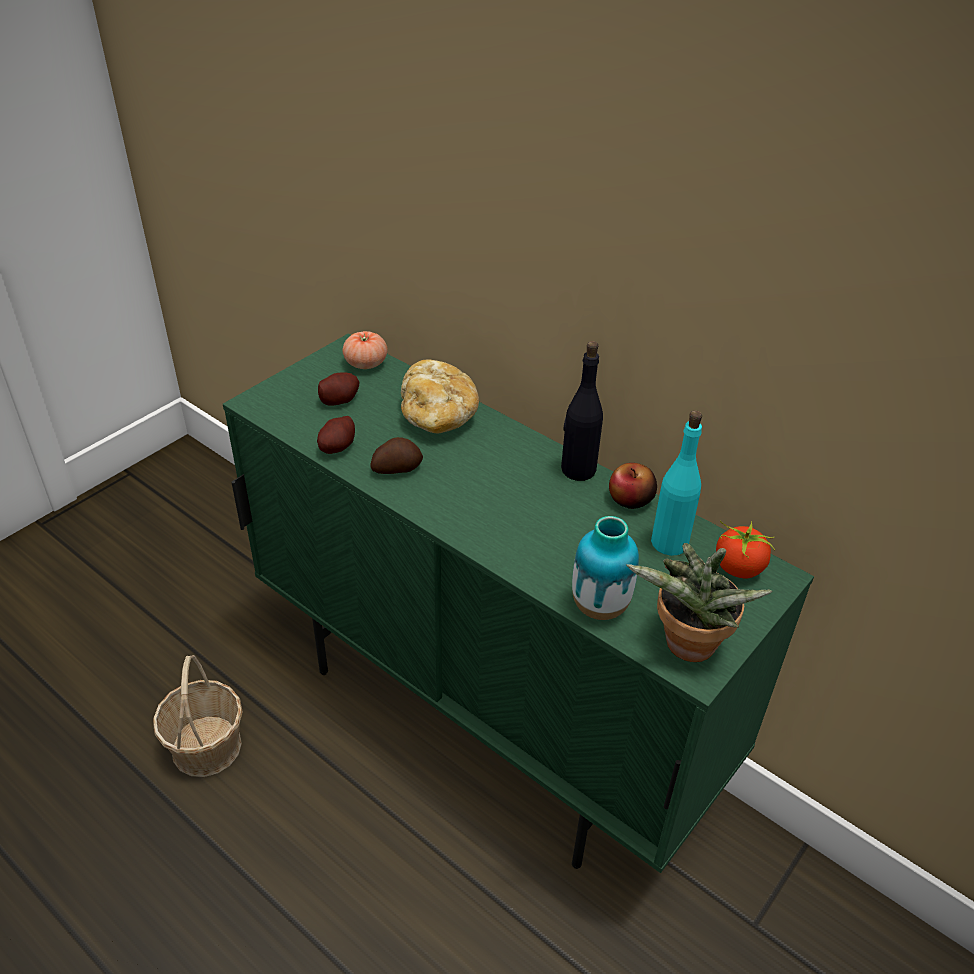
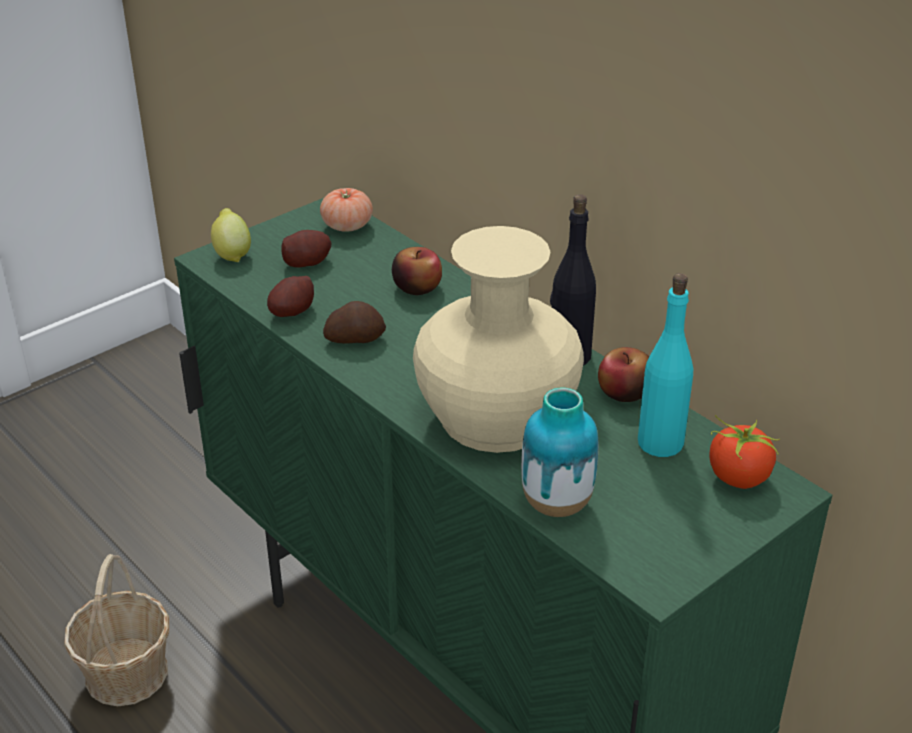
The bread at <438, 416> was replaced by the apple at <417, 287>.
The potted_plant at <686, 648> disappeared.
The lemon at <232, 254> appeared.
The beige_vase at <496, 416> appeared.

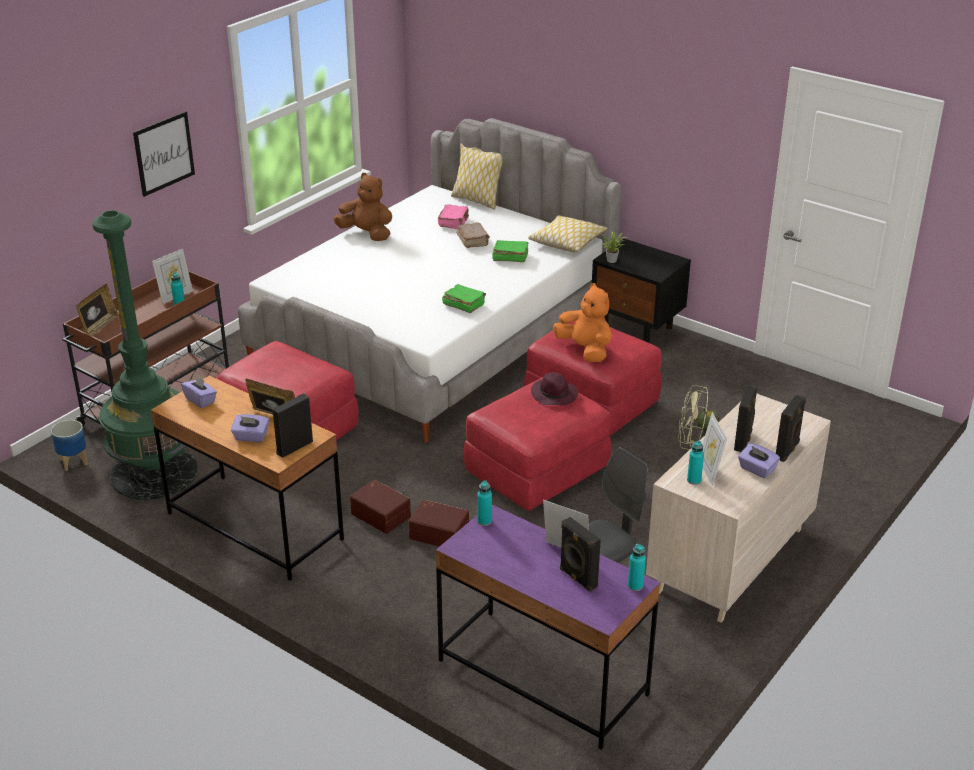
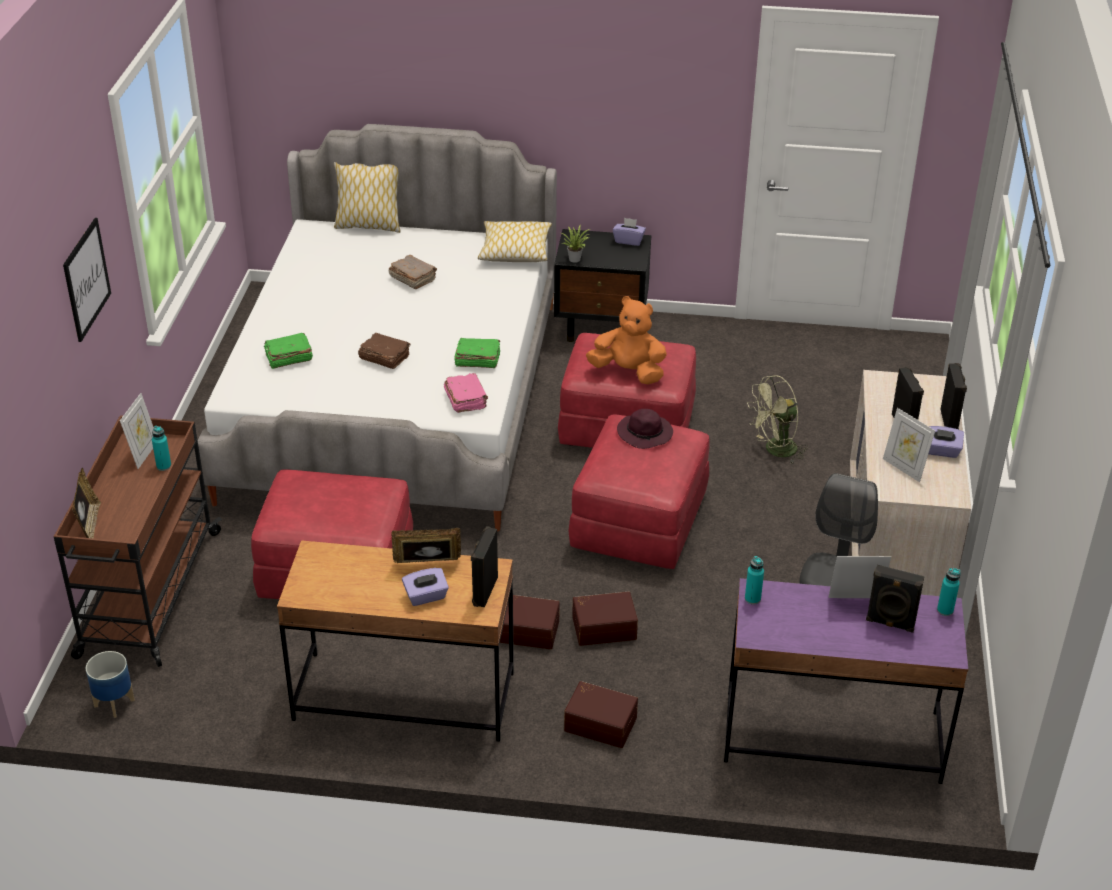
The green_floor_lamp at <154, 473> disappeared.
The purple_tissue_box moved from <200, 400> to <629, 240>.
The brown_plush_toy at <367, 234> disappeared.
The pink_book moved from <454, 222> to <466, 400>.
The green_book moved from <509, 257> to <288, 358>.
The turquoise_bottle at <694, 480> disappeared.
The brown_book at <384, 358> appeared.
The brown_storage_box at <601, 722> appeared.

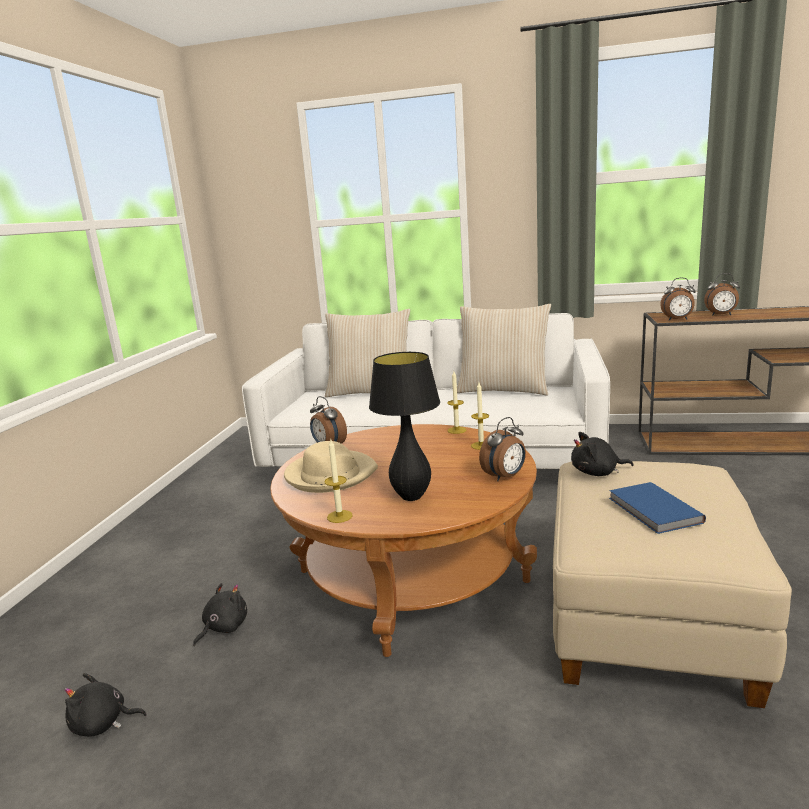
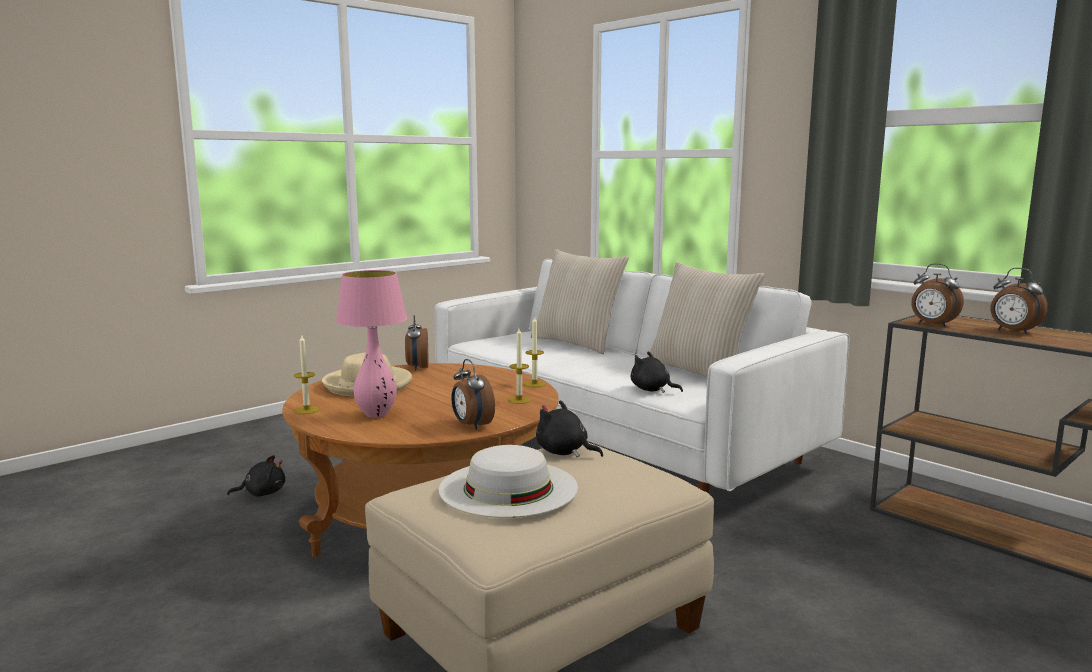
The black_plush_toy moved from <103, 724> to <652, 390>.
The black_table_lamp at <411, 496> became the pink_table_lamp at <376, 415>.
The alarm_clock at <505, 477> turned 60 degrees clockwise.
The blue_book at <653, 511> was replaced by the white_hat at <508, 487>.

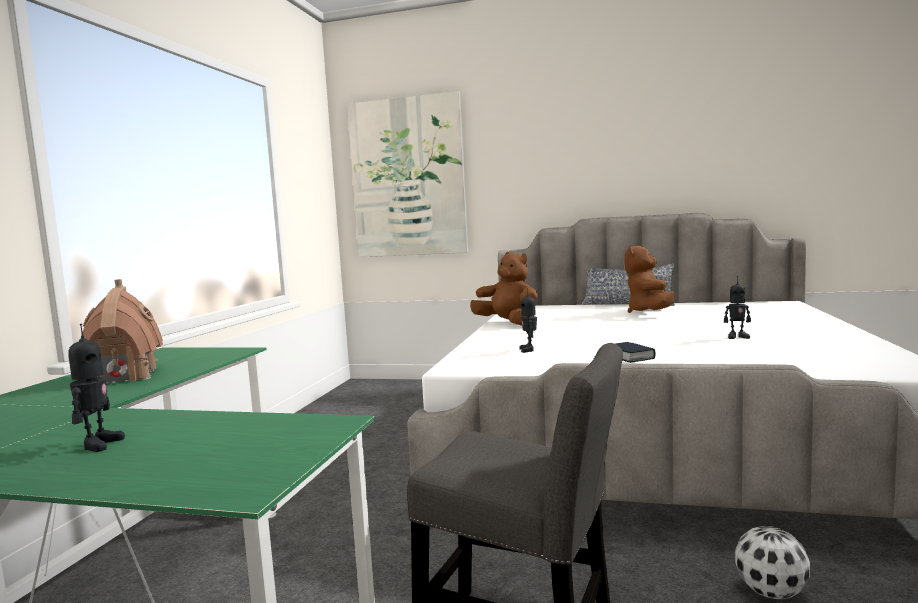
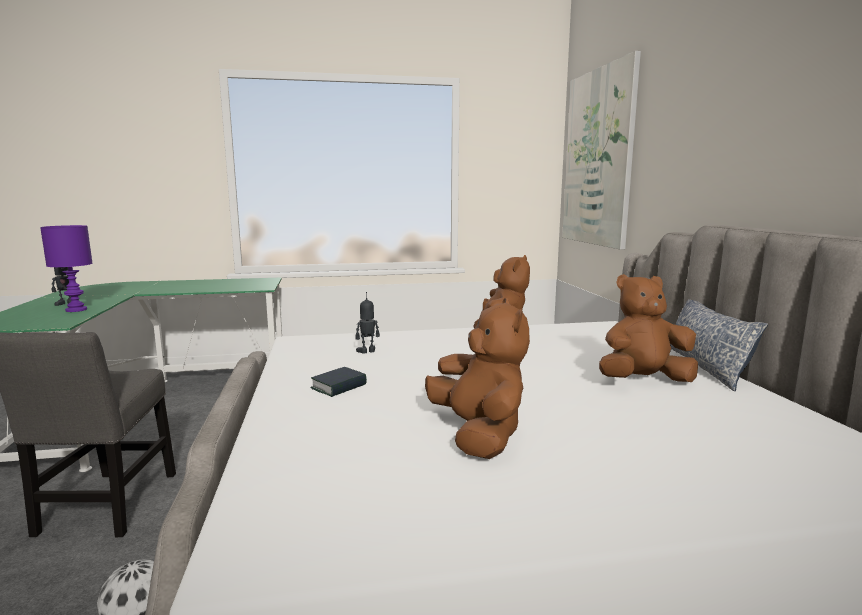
The toy_house at <123, 376> disappeared.
The toy_robot at <737, 337> was replaced by the brown_plush_toy at <478, 435>.
The purple_table_lamp at <77, 310> appeared.

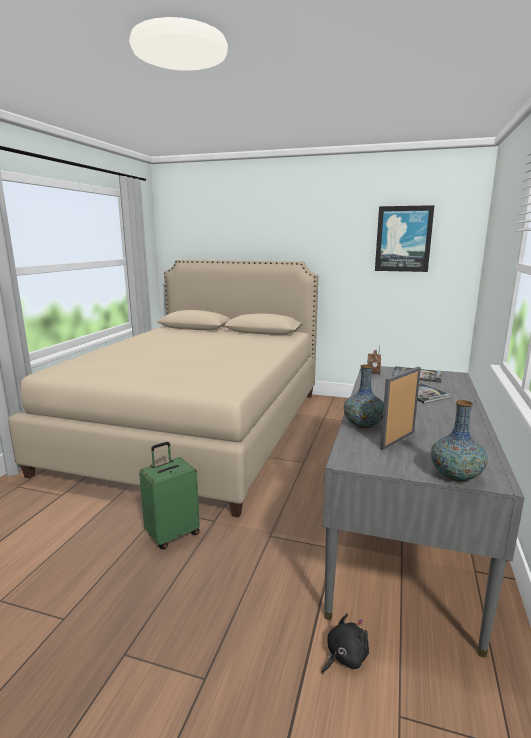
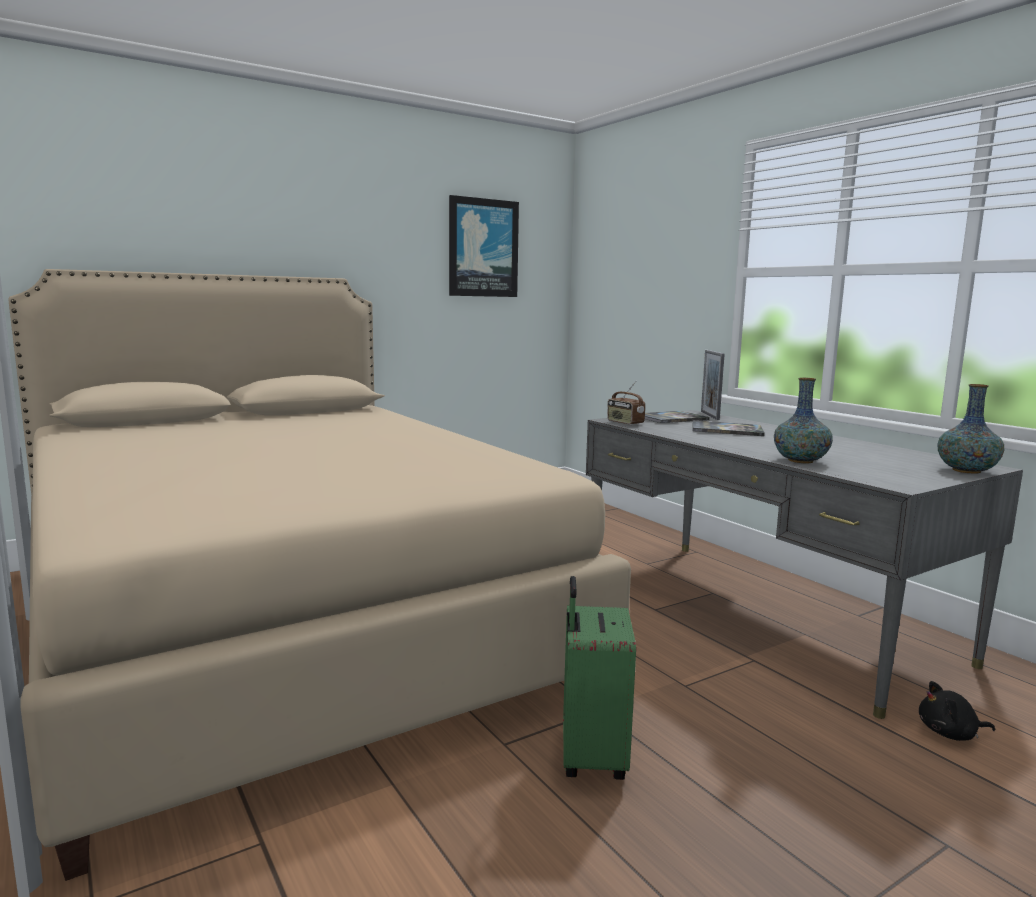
The black_plush_toy at <344, 656> turned 90 degrees counterclockwise.
The picture_frame moved from <397, 440> to <709, 415>.

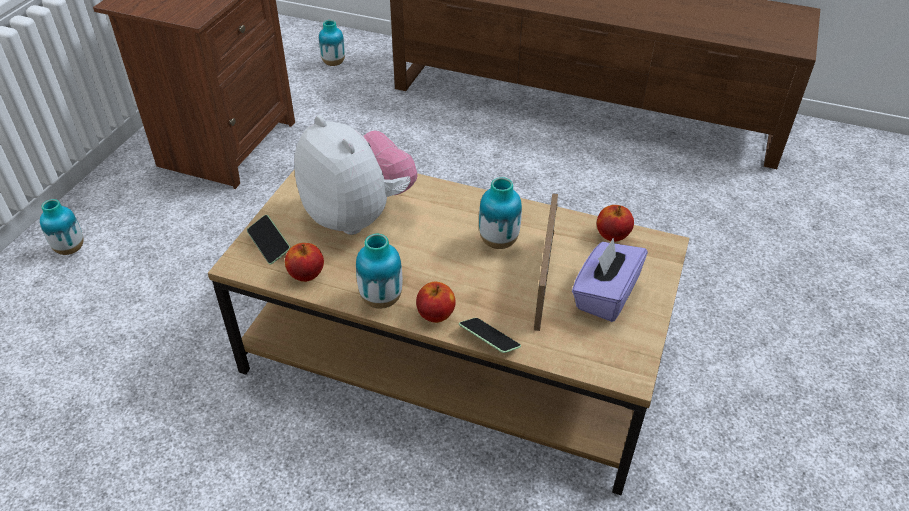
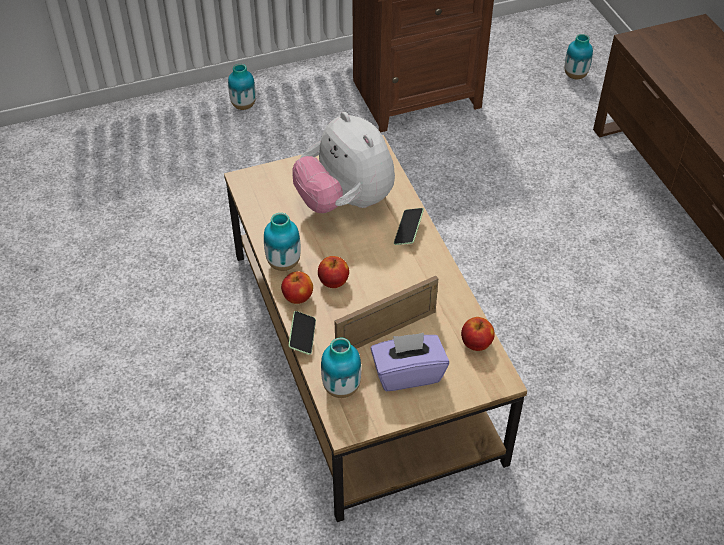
The phone moved from <269, 245> to <408, 231>.
The apple moved from <306, 275> to <333, 282>.
The plush_toy at <358, 215> turned 135 degrees clockwise.
The vase moved from <498, 241> to <341, 388>.

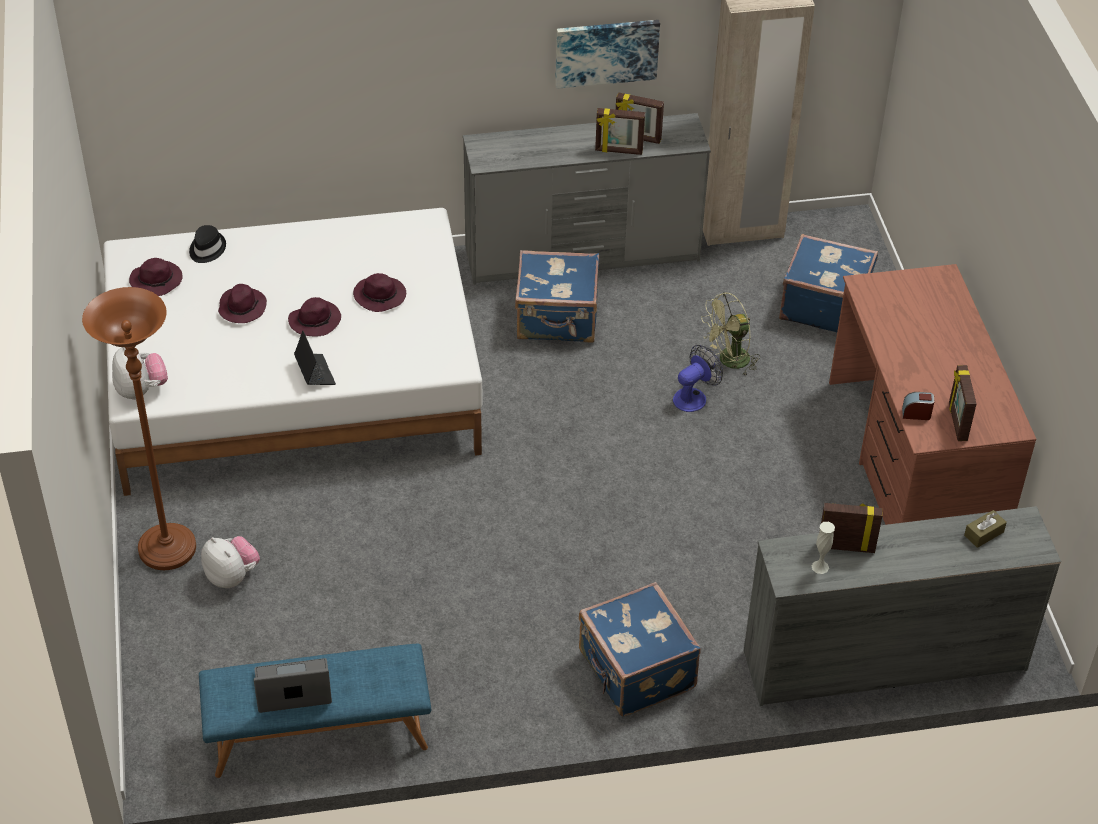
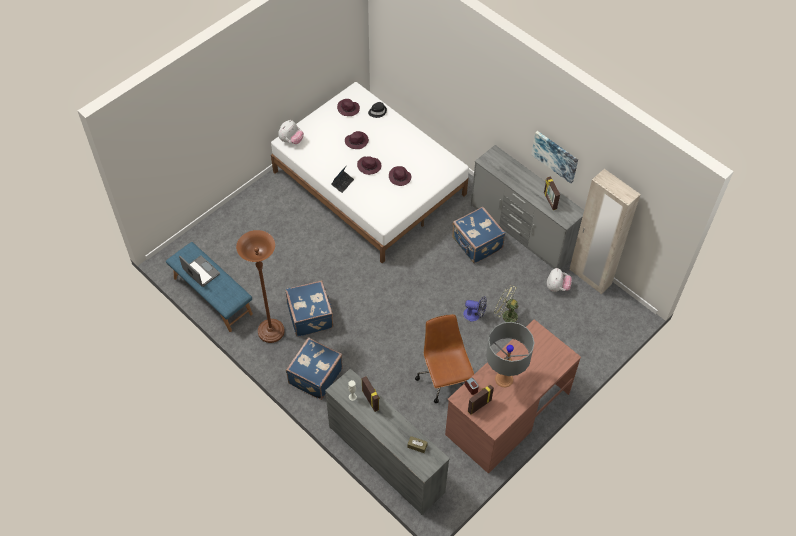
The brown_floor_lamp moved from <167, 549> to <271, 331>.
The plush_toy moved from <232, 576> to <557, 287>.
The picture_frame at <618, 151> disappeared.
The blue_suitcase moved from <824, 305> to <311, 316>.
The brown_office_chair at <444, 380> appeared.
The grey_table_lamp at <504, 379> appeared.

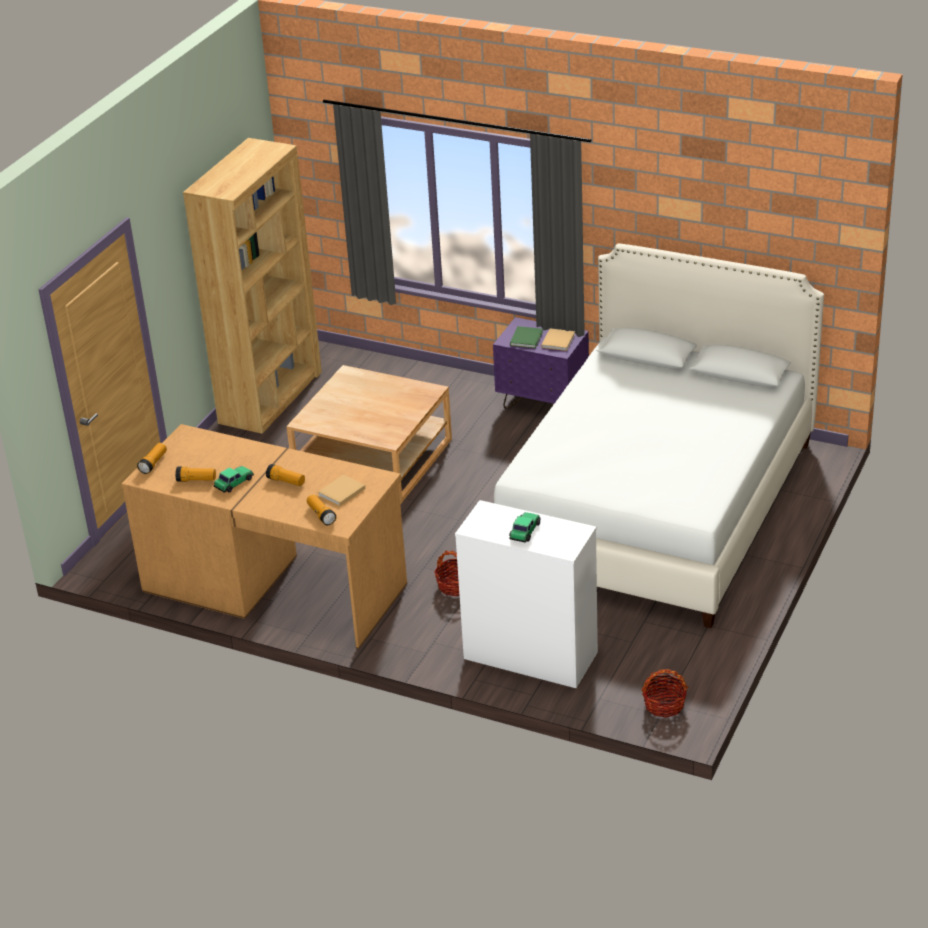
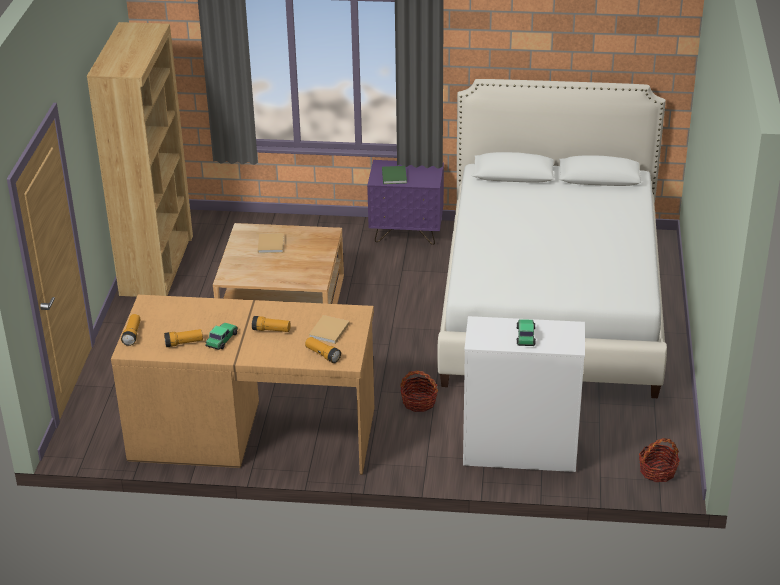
The beige_book moved from <558, 340> to <271, 244>.

